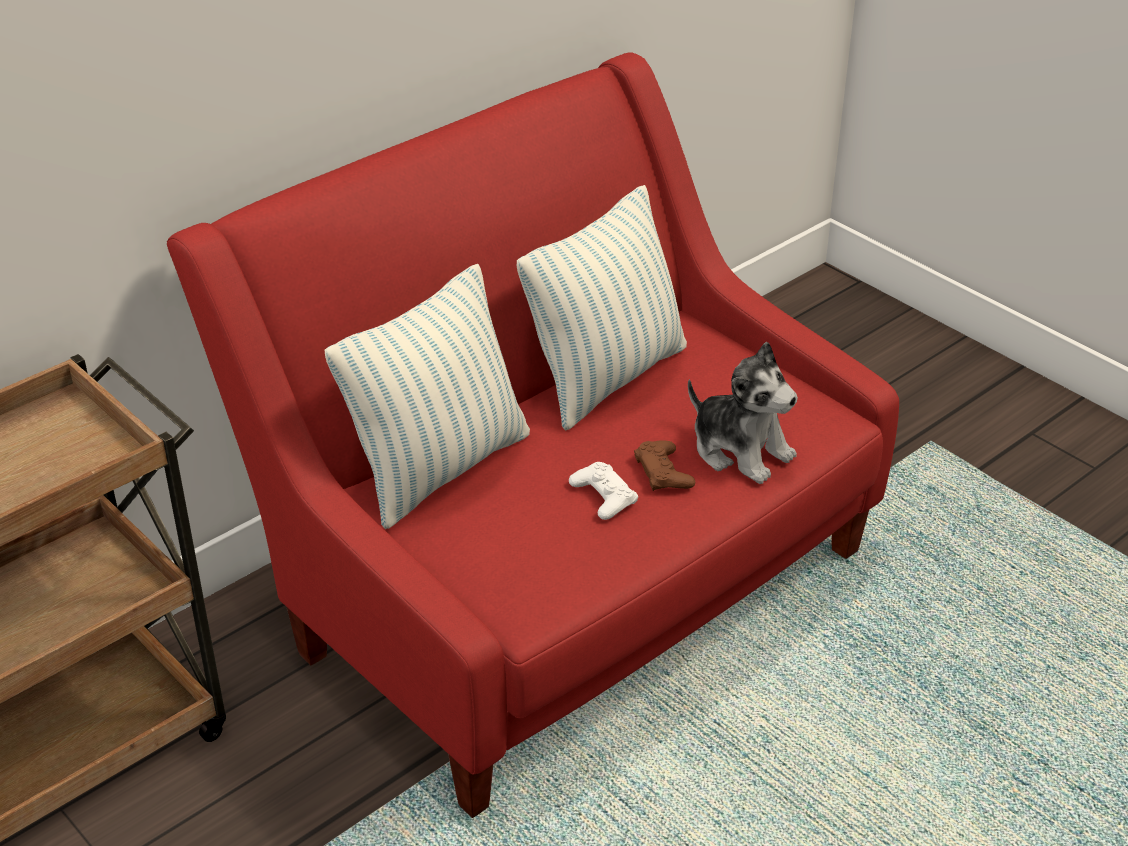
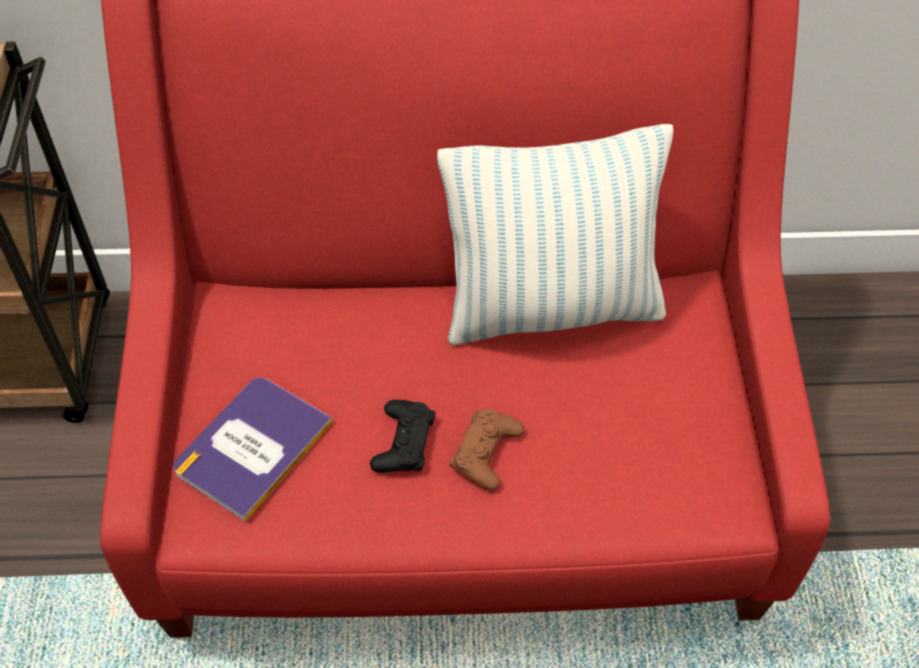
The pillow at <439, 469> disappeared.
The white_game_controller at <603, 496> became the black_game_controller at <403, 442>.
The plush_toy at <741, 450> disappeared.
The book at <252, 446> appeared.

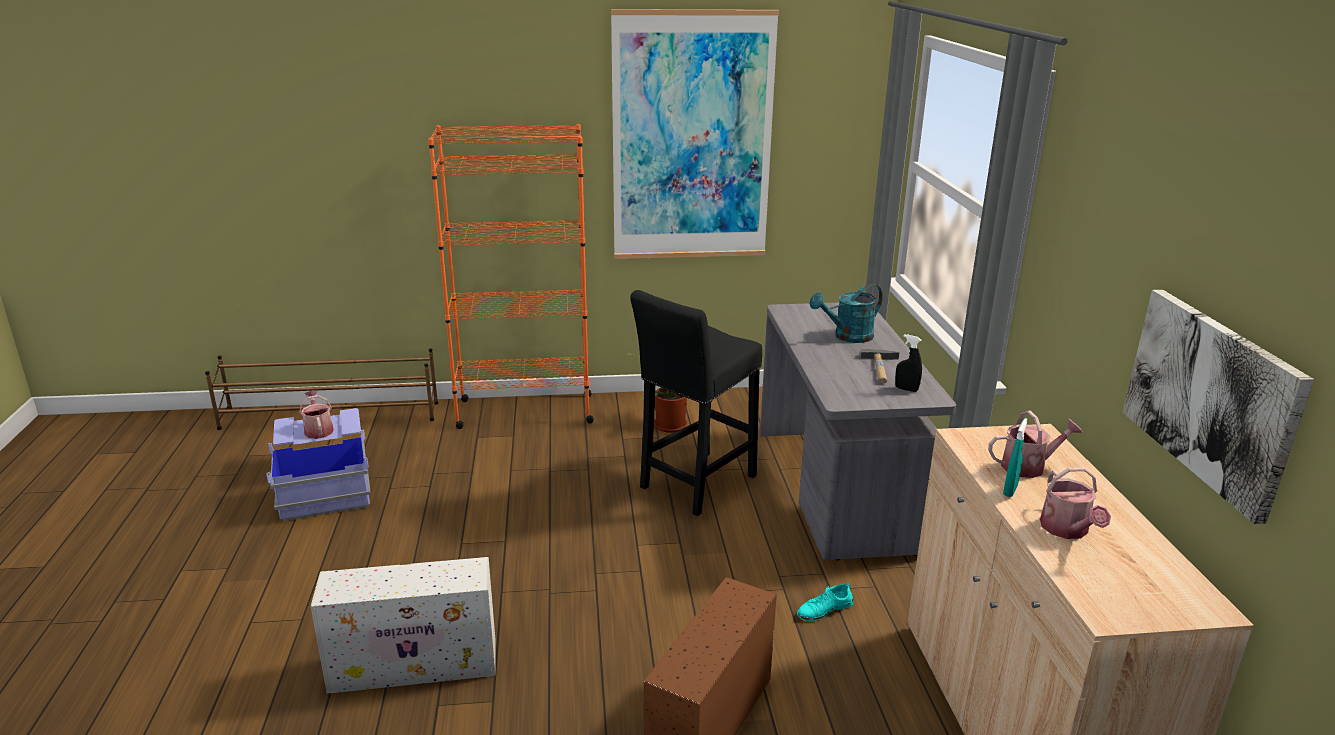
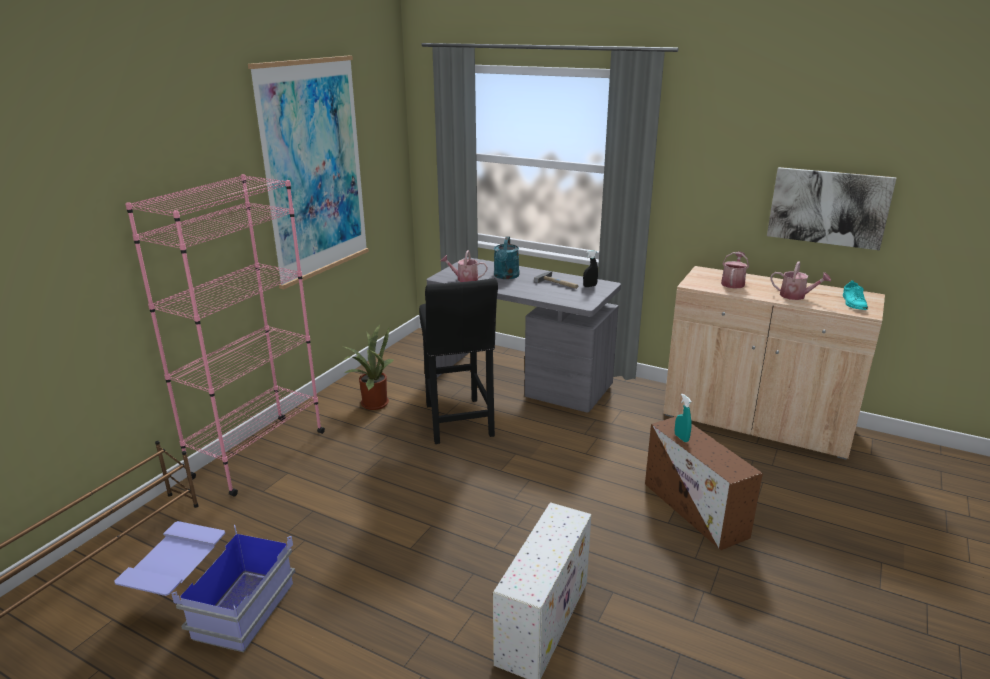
The watering_can moved from <318, 430> to <464, 279>.
The orange_bookcase at <524, 411> became the pink_bookcase at <258, 455>.
The turquoise_shoe moved from <824, 609> to <853, 303>.
The turquoise_spray_bottle moved from <1010, 490> to <681, 438>.

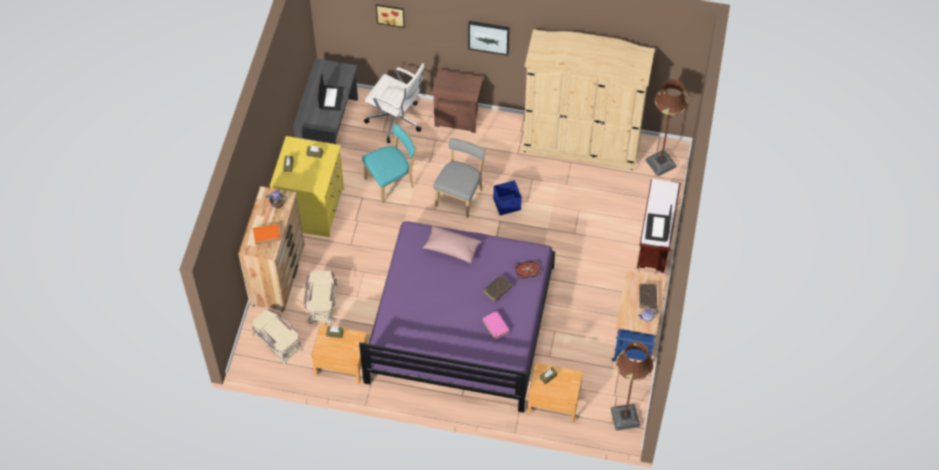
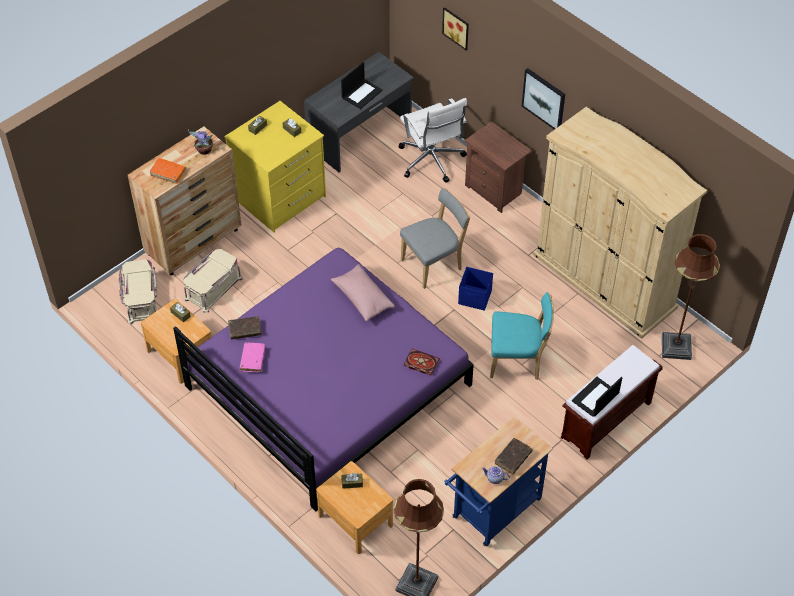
The turquoise_chair moved from <391, 182> to <517, 361>.
The pink_book moved from <495, 326> to <253, 359>.
The brown_book moved from <497, 290> to <245, 330>.

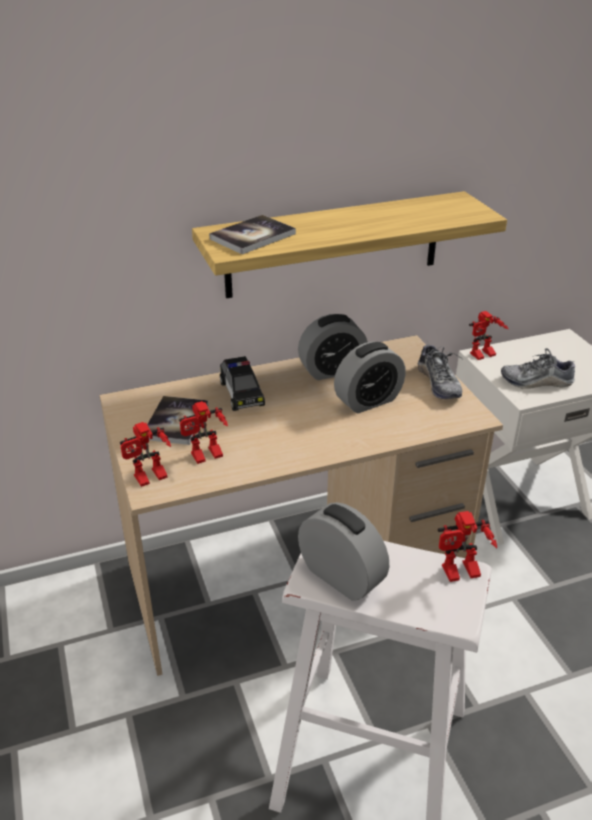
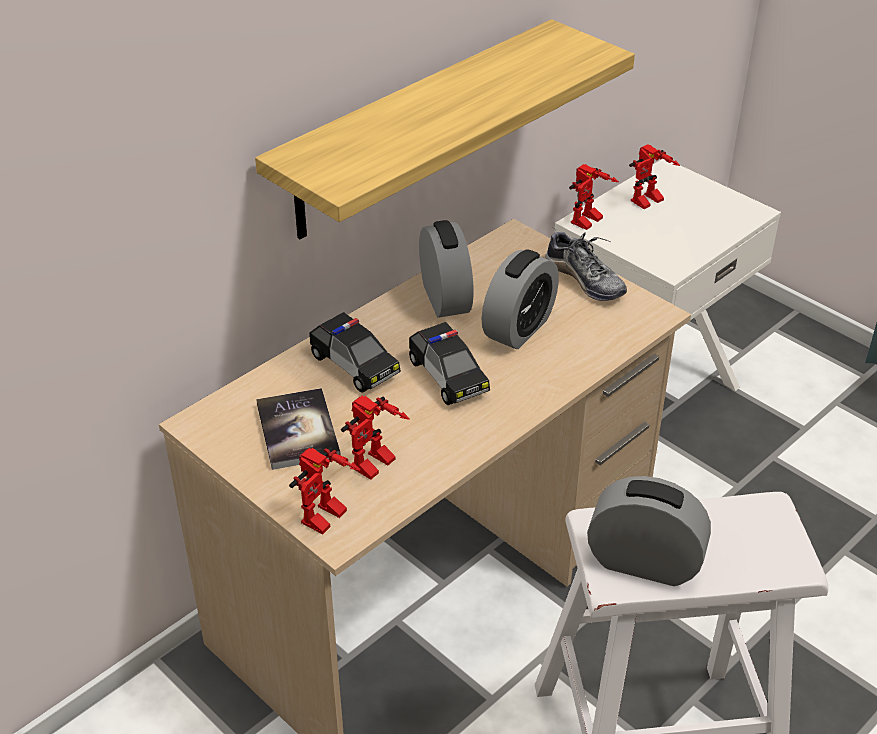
The book at <252, 236> disappeared.
The alarm_clock at <332, 370> turned 60 degrees counterclockwise.
The toy_robot moved from <460, 575> to <648, 203>.
The shoe at <536, 381> disappeared.
The toy_car at <448, 376> appeared.

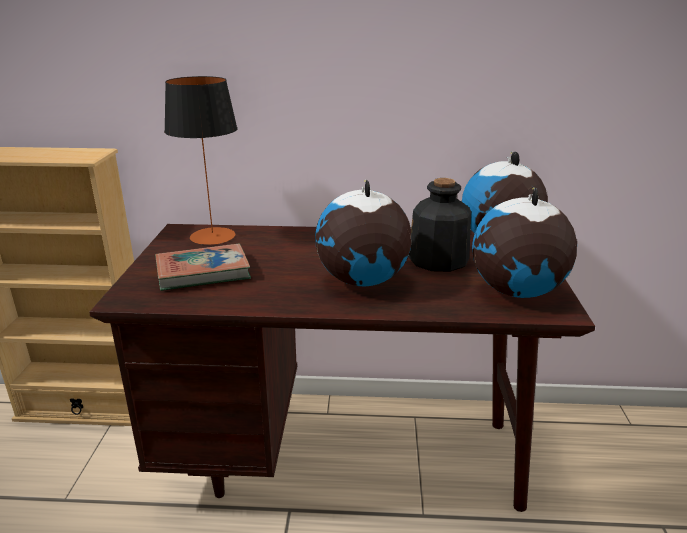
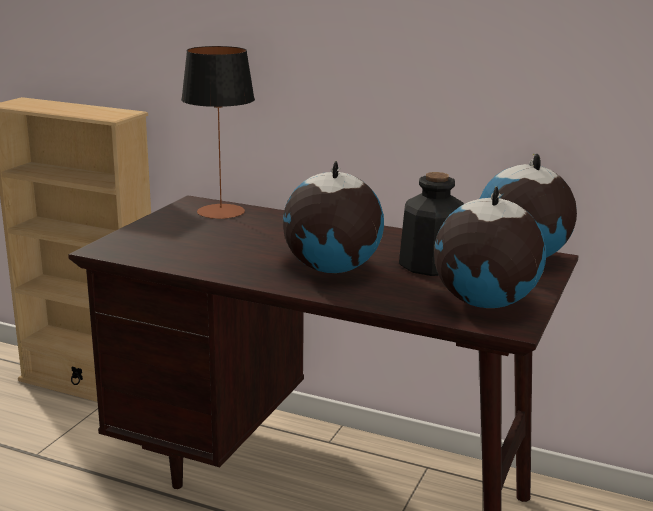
The book at <203, 272> disappeared.

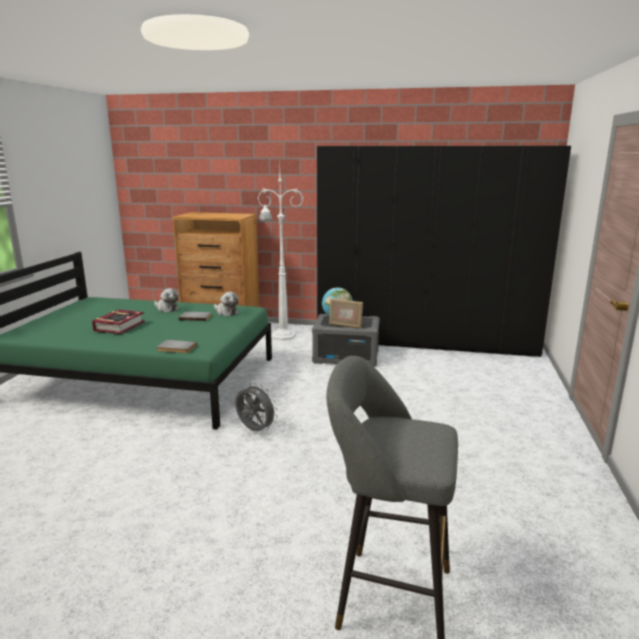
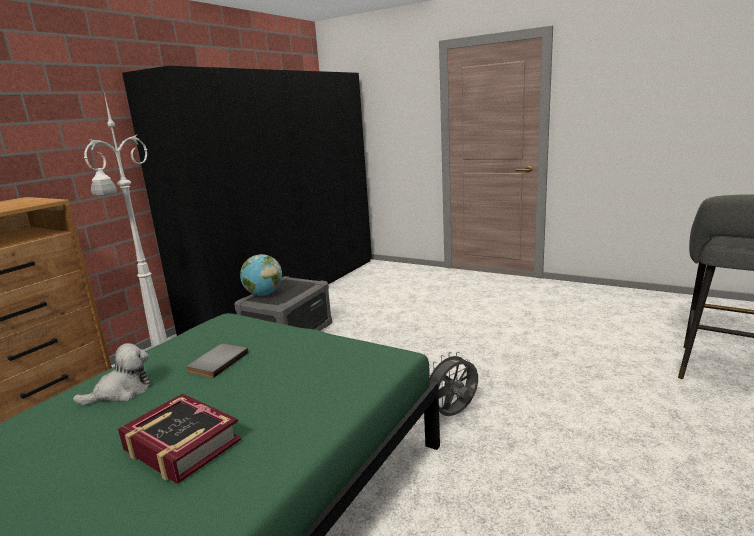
The grey_book at <176, 348> disappeared.
The plush_toy at <226, 312> disappeared.
The picture_frame at <345, 326> disappeared.

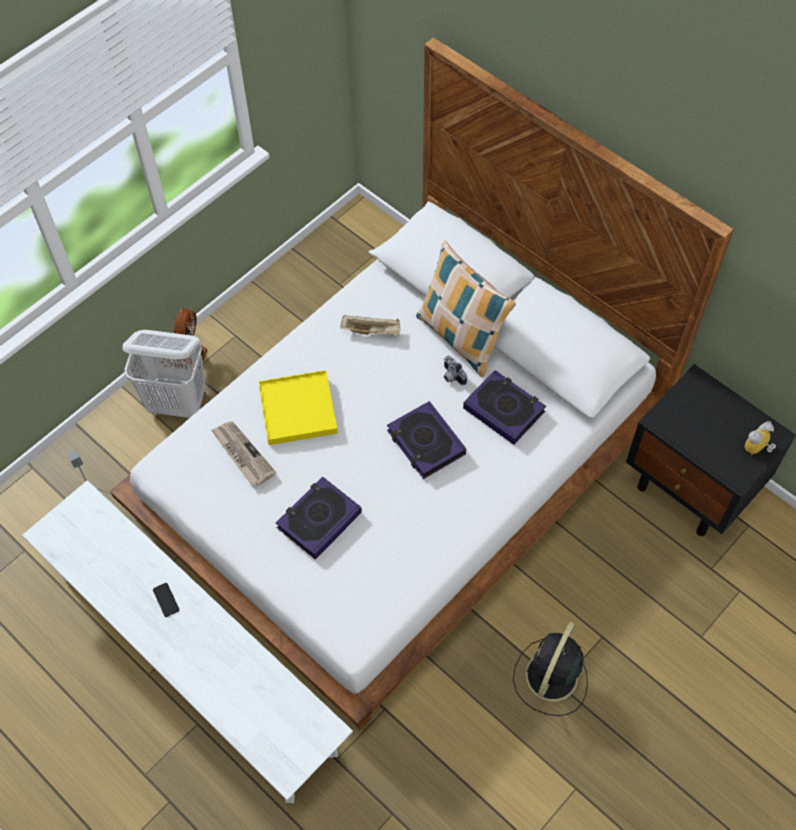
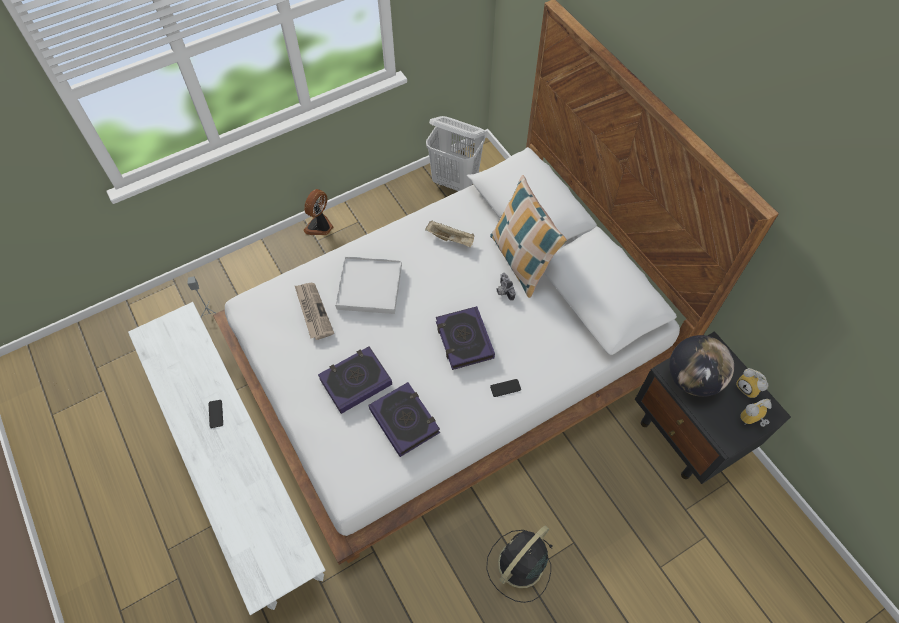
The white_laundry_basket moved from <178, 403> to <455, 182>.
The yellow_tray at <298, 410> became the white_tray at <369, 287>.
The book moved from <504, 410> to <404, 421>.
The phone at <505, 388> appeared.
The globe at <692, 379> appeared.
The alarm_clock at <749, 388> appeared.

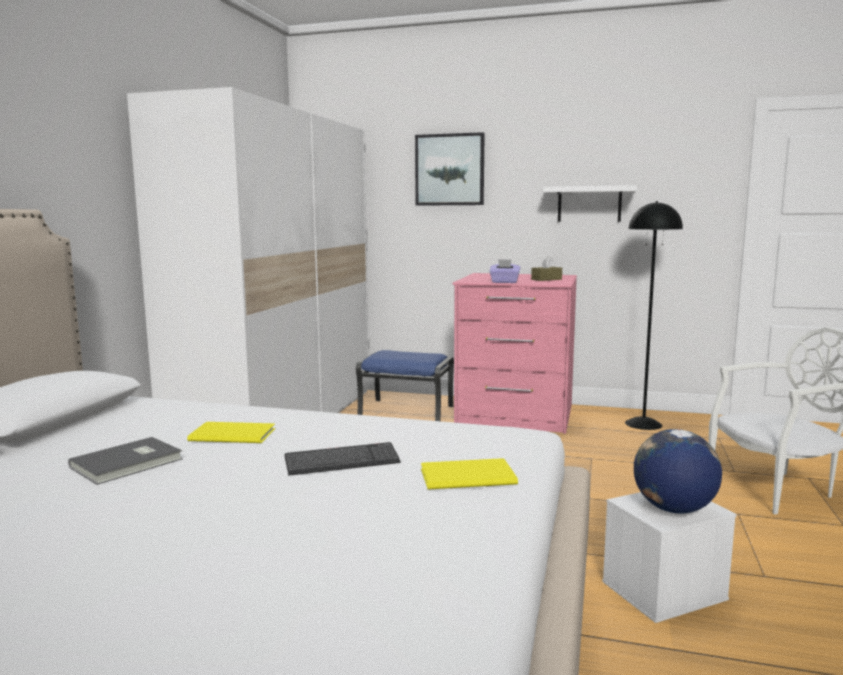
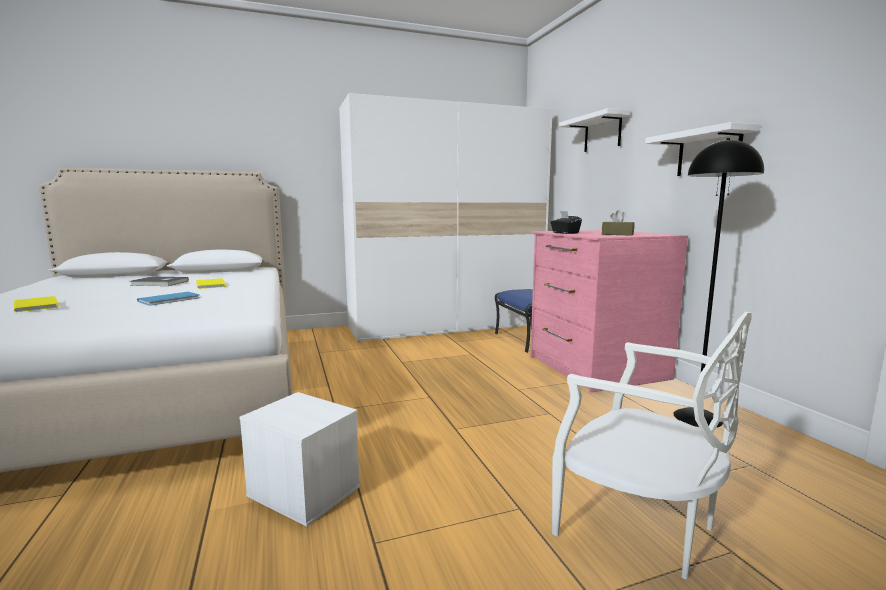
The keyboard at <342, 461> was replaced by the blue_book at <171, 299>.
The picture at <449, 170> was replaced by the white_shelf at <602, 133>.
The yellow_book moved from <464, 475> to <38, 305>.
The purple_tissue_box at <504, 282> became the black_tissue_box at <565, 233>.
The globe at <673, 509> disappeared.

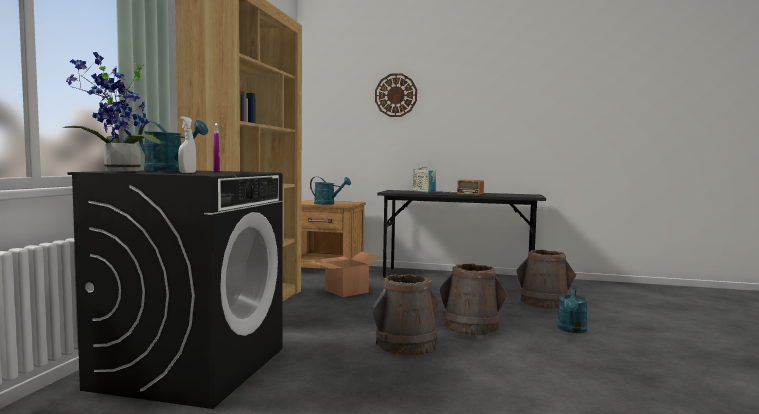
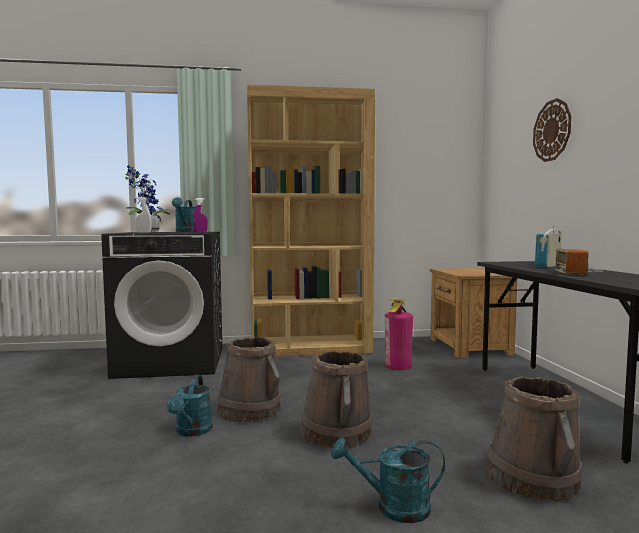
The turquoise_watering_can moved from <328, 204> to <192, 431>.
The cardboard_box at <347, 291> was replaced by the fire_extinguisher at <398, 366>.

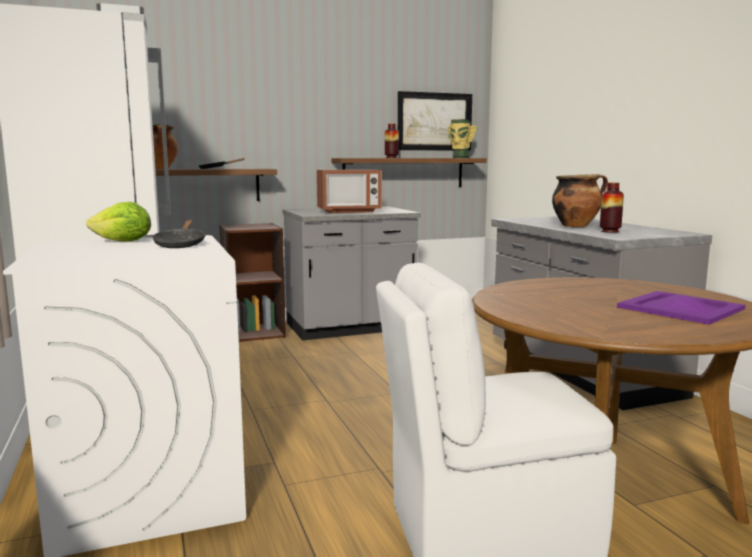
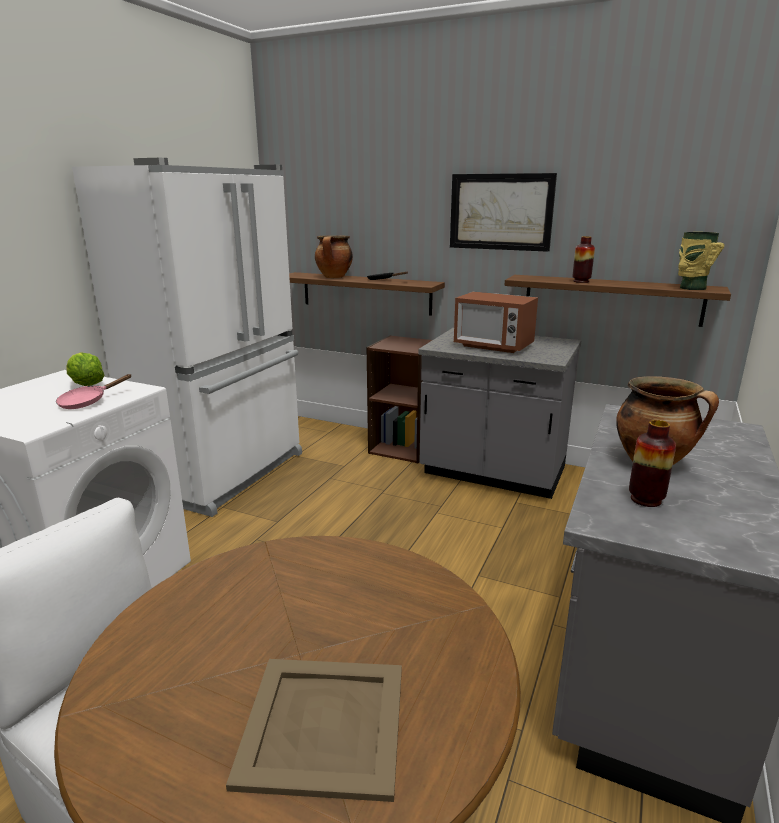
The black_frying_pan at <180, 245> became the pink_frying_pan at <87, 402>.
The picture moved from <434, 121> to <501, 212>.
The purple_tray at <679, 308> became the beige_tray at <322, 723>.

